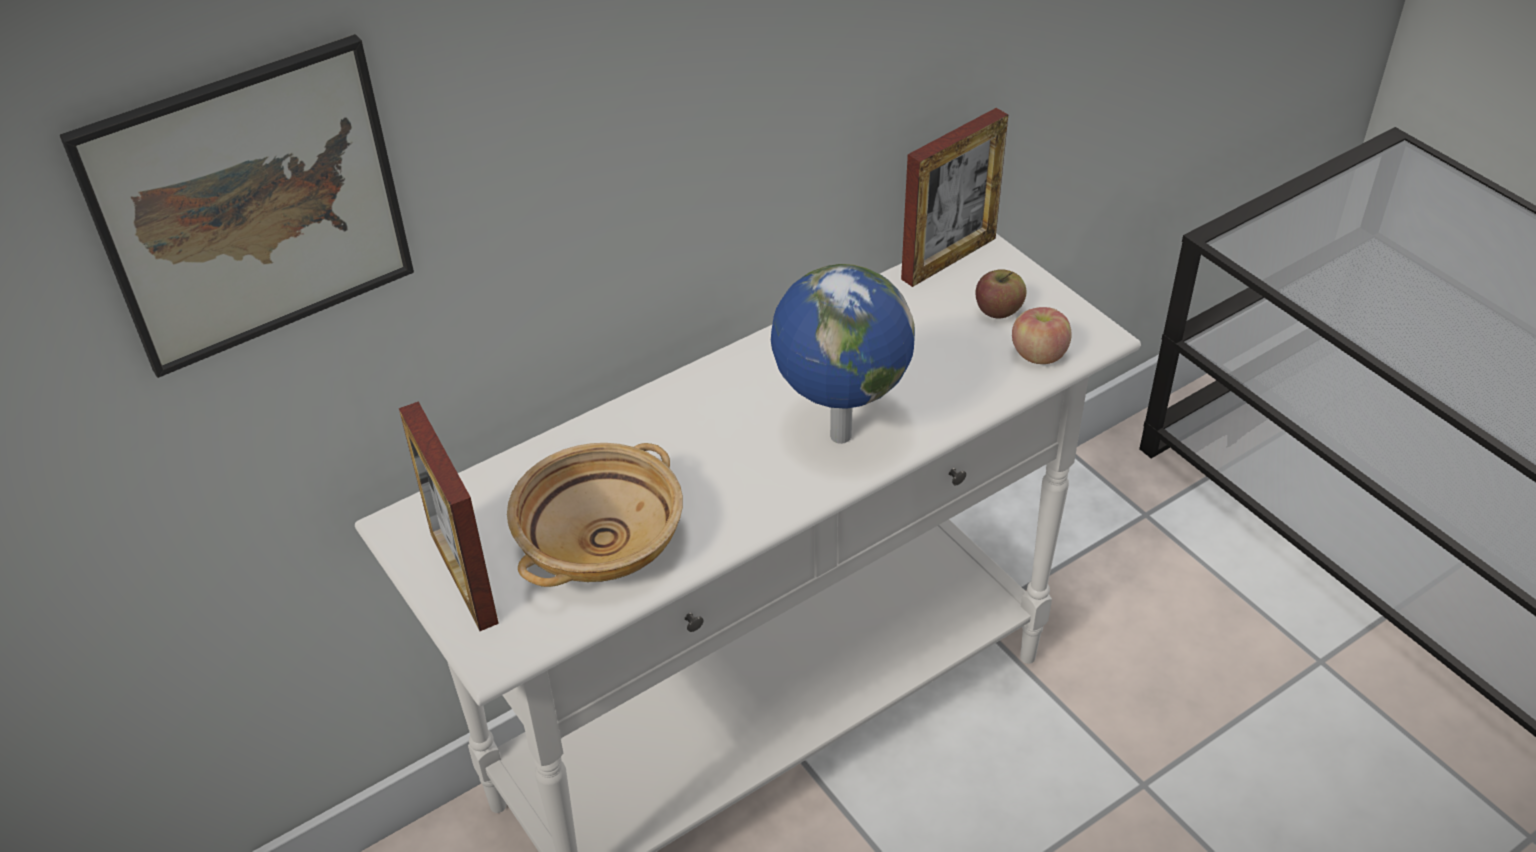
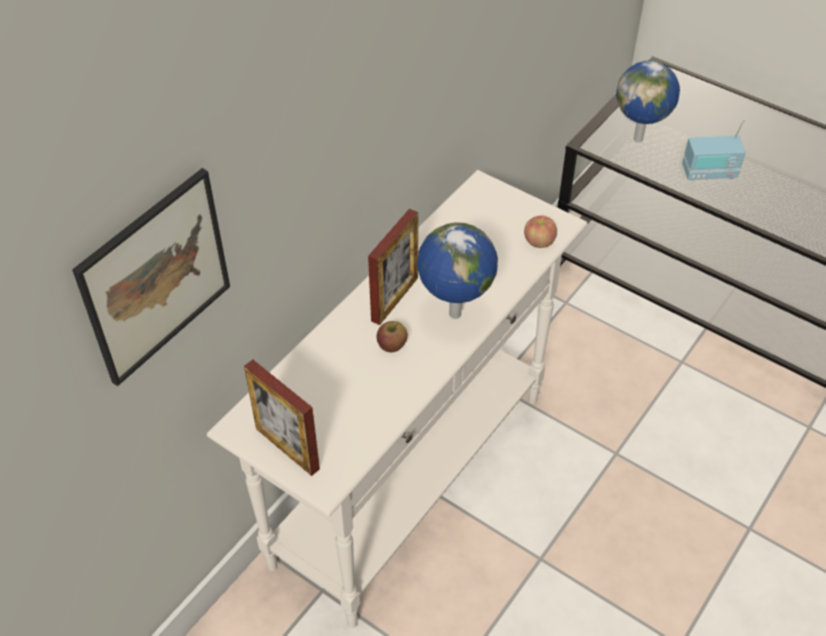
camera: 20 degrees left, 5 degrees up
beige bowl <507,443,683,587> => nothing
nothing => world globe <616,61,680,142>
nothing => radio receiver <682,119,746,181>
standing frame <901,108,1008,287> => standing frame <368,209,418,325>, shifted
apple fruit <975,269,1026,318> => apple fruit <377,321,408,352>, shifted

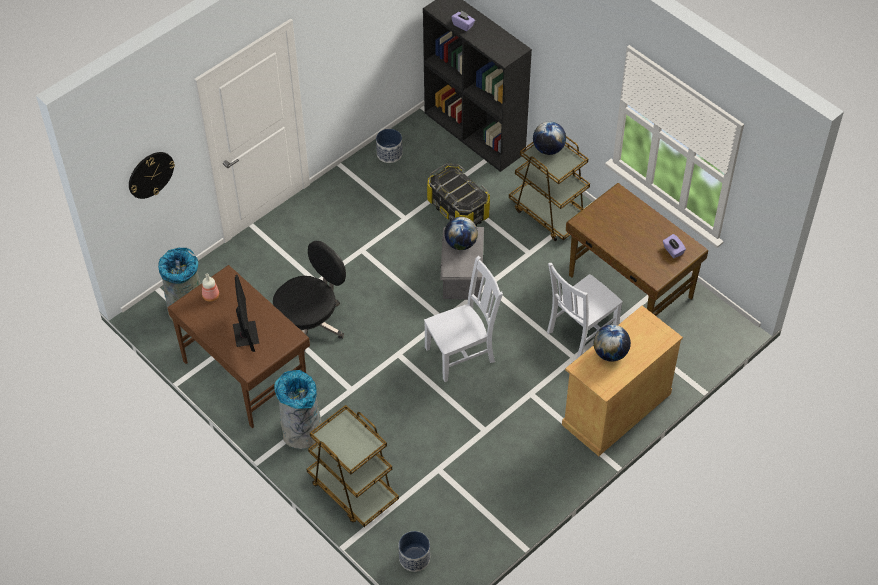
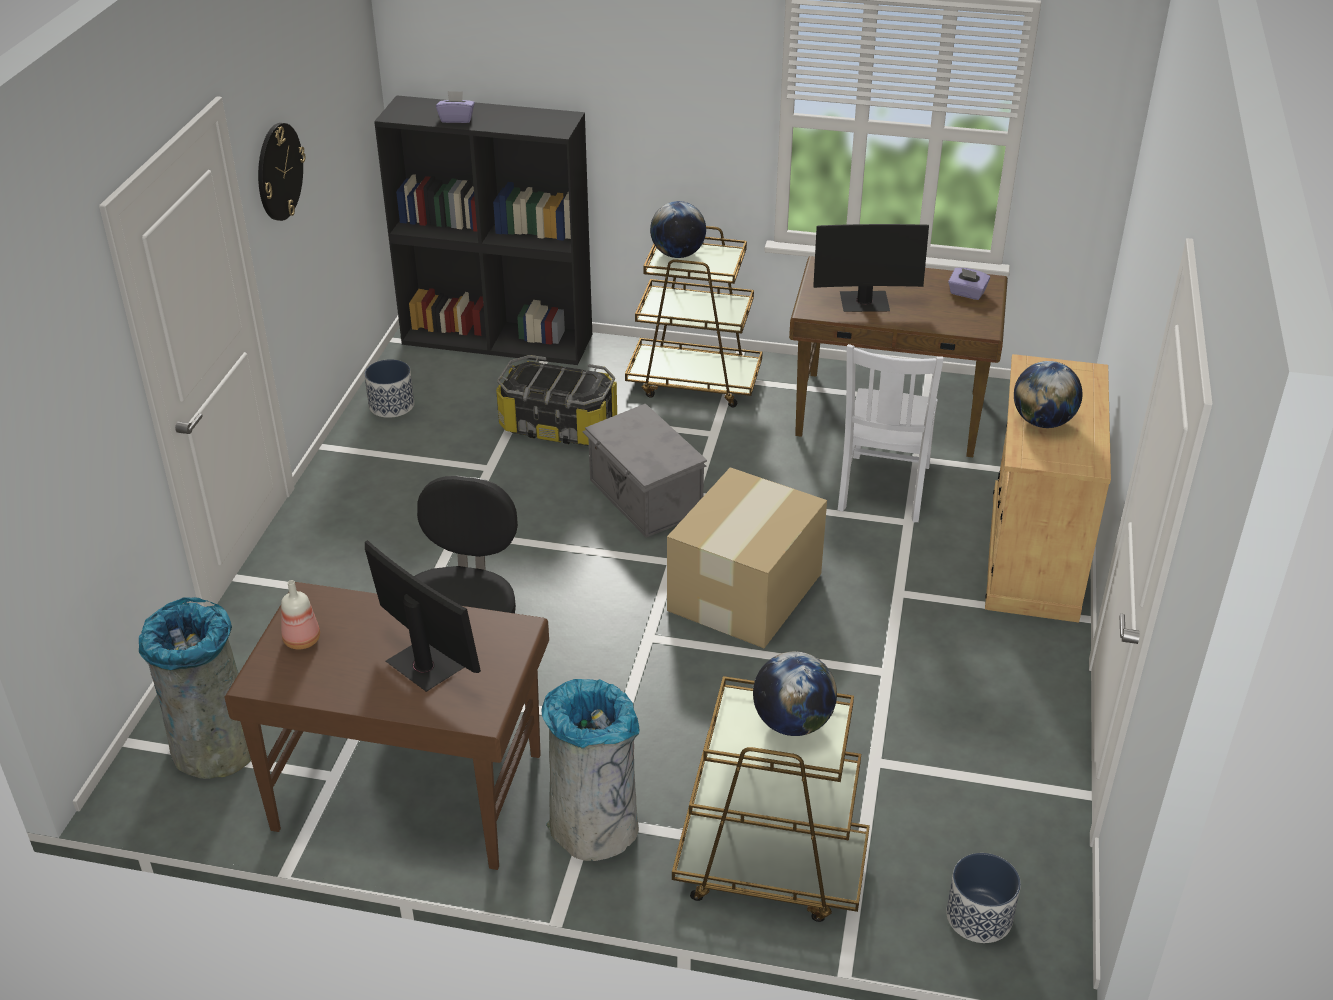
camera: 35 degrees left, 15 degrees down
nothing => computer screen <813,224,929,312>
hanging clock <129,152,175,199> => hanging clock <258,123,305,221>, shifted
world globe <444,217,478,250> => world globe <753,651,837,736>, shifted
whitish plain chair <424,256,503,382> => carton <667,467,827,648>

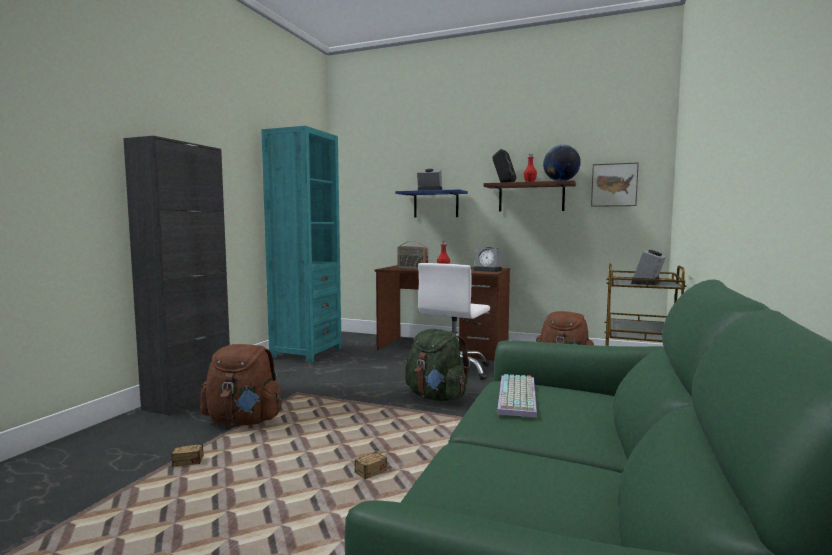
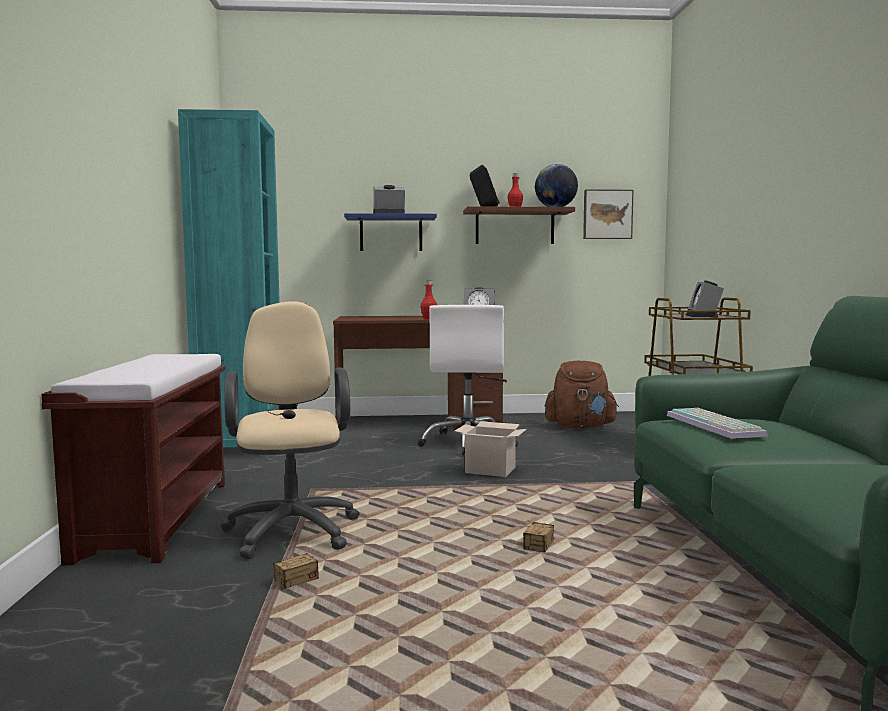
camera: 25 degrees left, 0 degrees up
radio receiver <397,241,428,270> => nothing
black storage cabinet <123,136,230,416> => brownish indoor bench <41,354,226,565>
brownish rucksack <200,344,282,426> => beige office chair <221,301,360,559>
green rucksack <405,329,470,401> => carton <455,421,526,477>

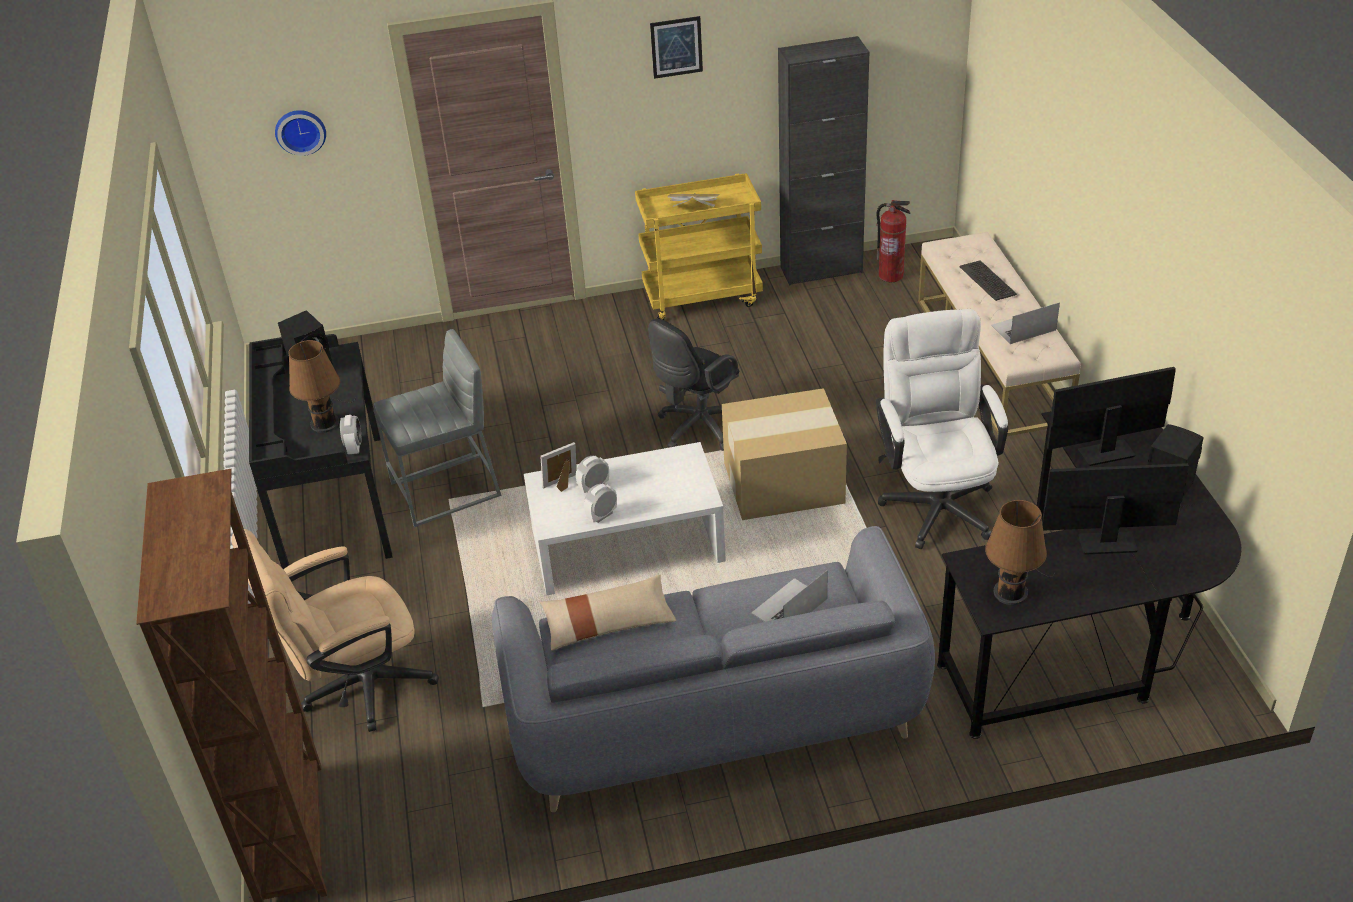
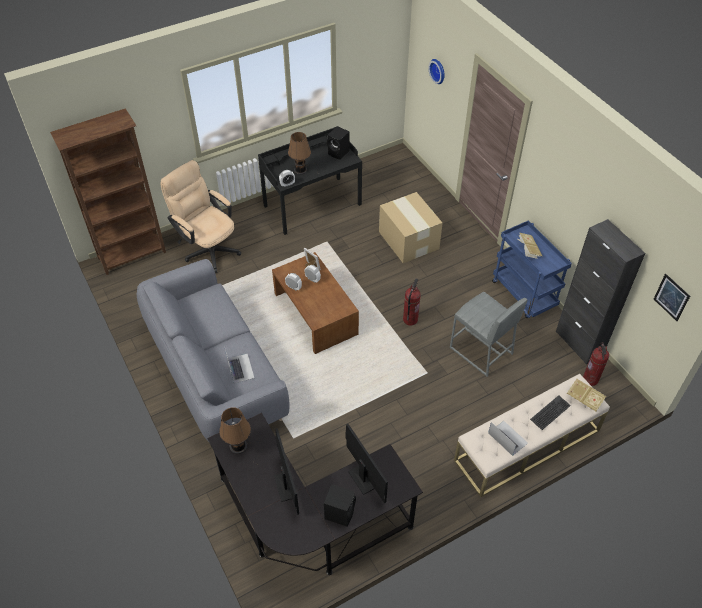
camera: 70 degrees right, 10 degrees up
beige throw pillow <540,575,676,651> => nothing
whitish office chair <876,309,1008,550> => nothing
nothing => volume <567,379,606,411>
grey stool <374,329,502,527> => grey stool <450,292,527,377>, shifted
picture <650,16,703,79> => picture <654,274,690,321>, shifted
carton <722,388,847,520> => carton <379,192,443,263>, shifted
black office chair <648,319,739,451> => fire-fighting cylinder <403,278,421,325>
whitish coffee table <524,442,726,595> => brownish coffee table <272,252,359,354>
yellow trolley <635,173,763,320> => bluish trolley <492,220,572,318>
notebook computer <751,570,828,622> => notebook computer <225,349,254,383>, 45 degrees clockwise

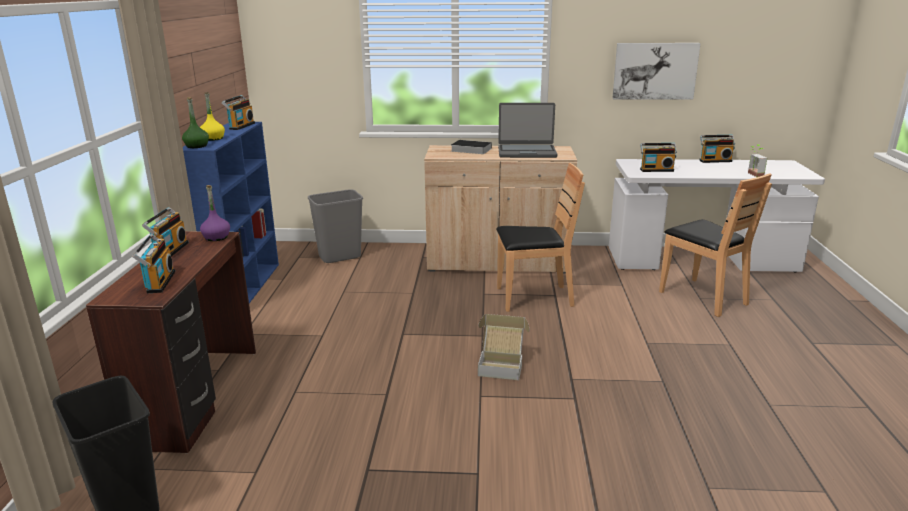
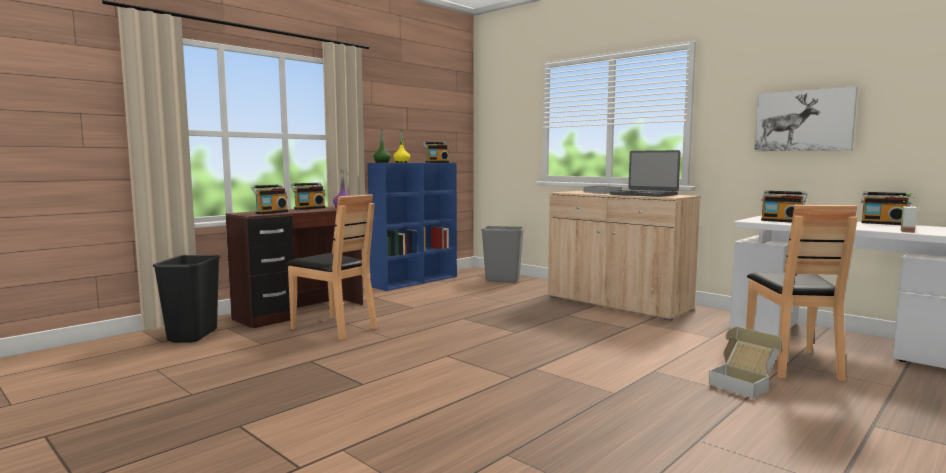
camera: 40 degrees right, 15 degrees down
carton <478,314,530,380> => carton <709,327,782,399>, shifted
brownish plain chair <496,163,585,312> => brownish plain chair <286,194,377,340>, shifted

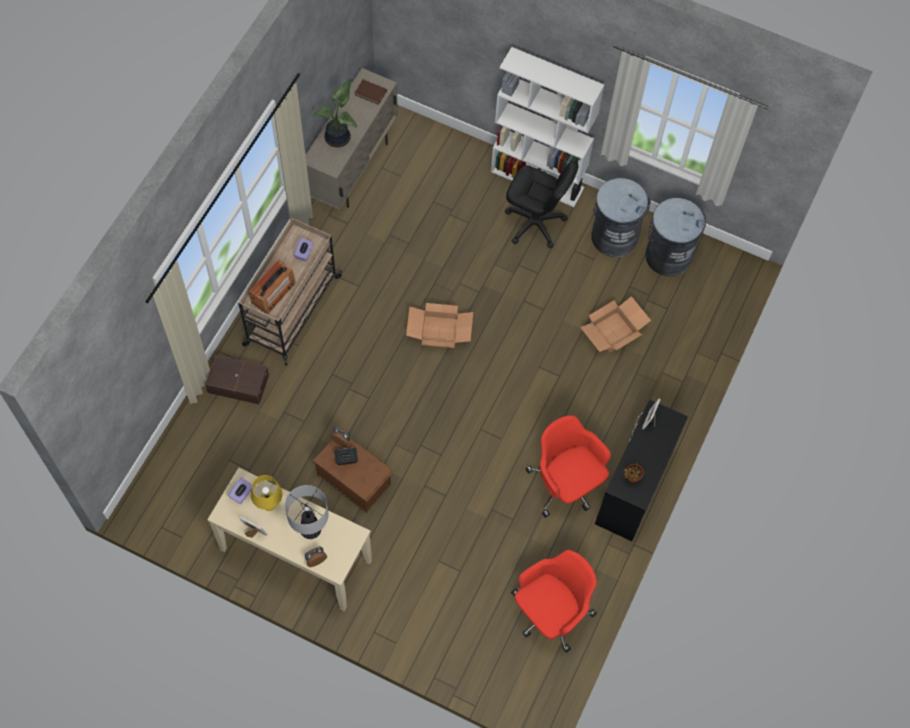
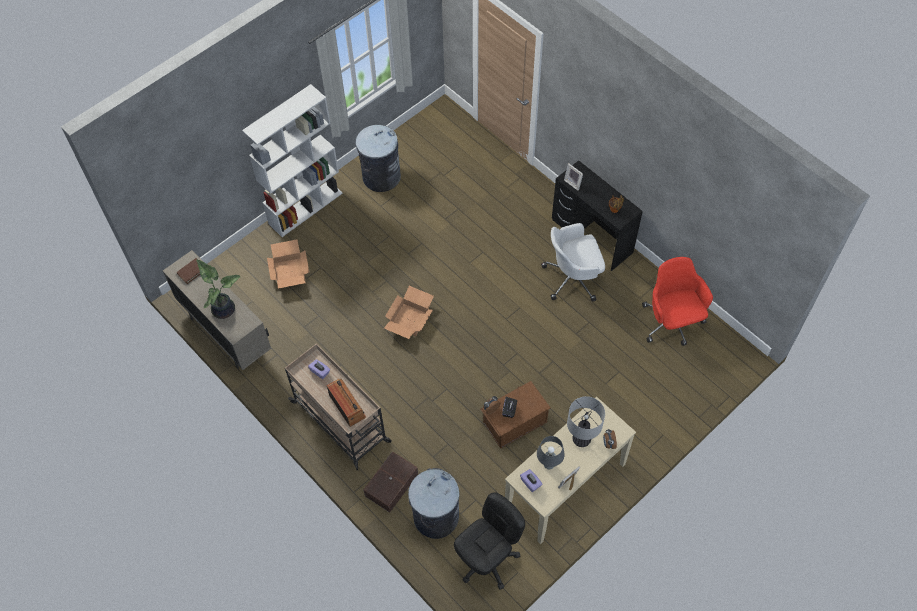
camera: 65 degrees left, 5 degrees down
black office chair <505,161,578,249> => black office chair <454,492,525,590>, shifted
carton <580,296,651,352> => carton <267,240,309,289>, shifted
grey waste bin <646,198,706,276> => grey waste bin <408,468,460,539>, shifted
yellow tabletop lamp <251,475,282,511> => grey tabletop lamp <537,436,565,469>
red office chair <525,415,611,518> => whitish office chair <541,223,605,301>

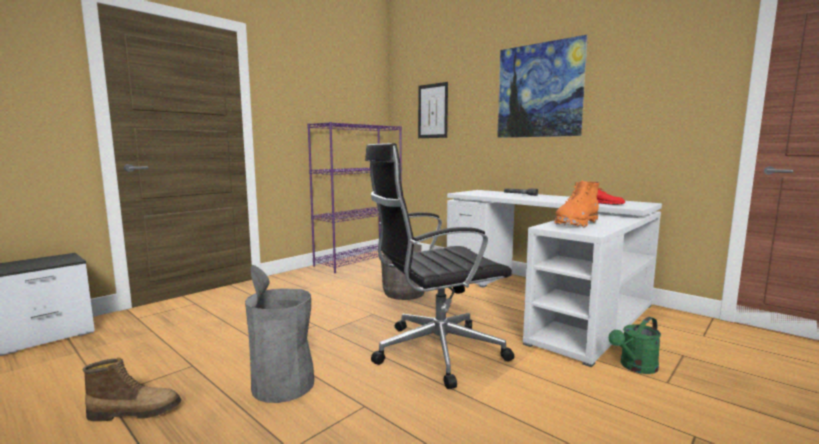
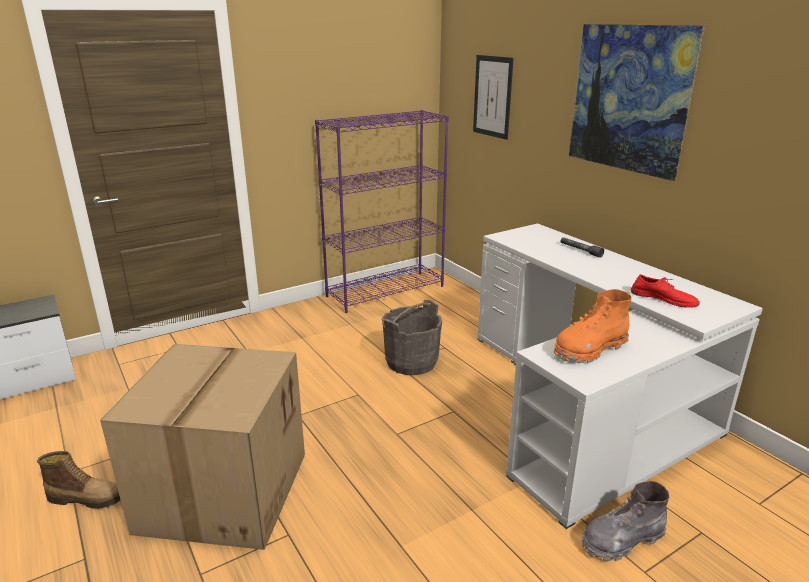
camera: 15 degrees right, 15 degrees up
black office chair <365,143,514,389> => nothing
grey waste bin <245,265,314,403> => carton <100,344,305,550>
green sprinkling can <609,317,661,374> => grey boot <582,481,669,561>

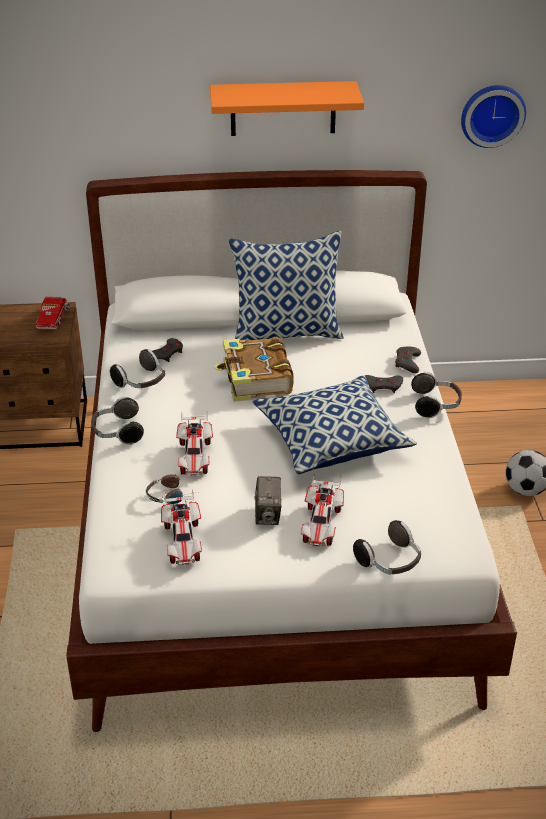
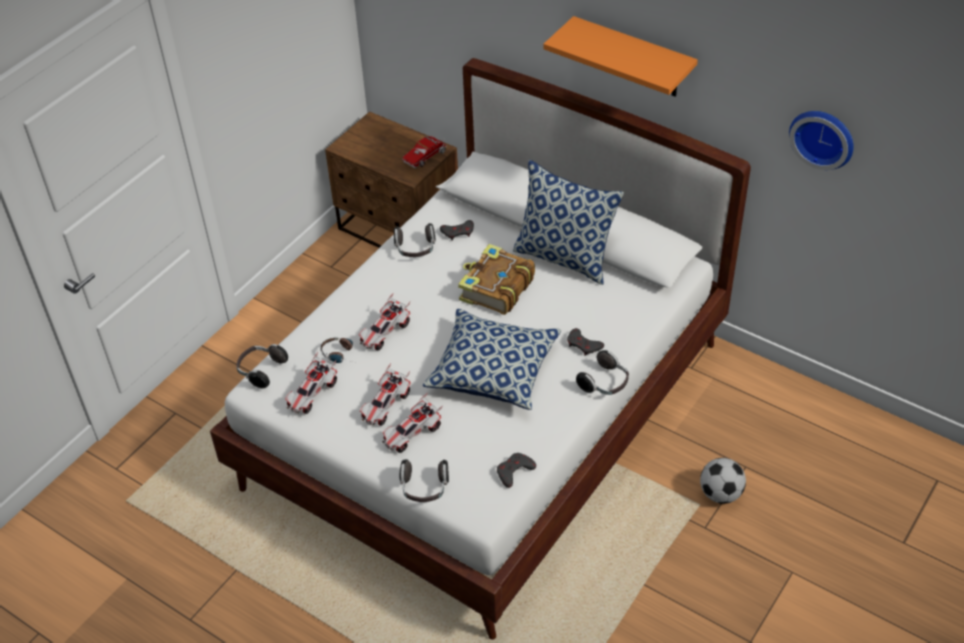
camera: 40 degrees right, 10 degrees up
headphones <91,397,144,445> => headphones <236,344,288,388>, shifted
grey joypad <395,347,421,373> => grey joypad <497,453,536,488>, shifted
photo camera <254,476,282,525> => toy car <360,363,411,426>

